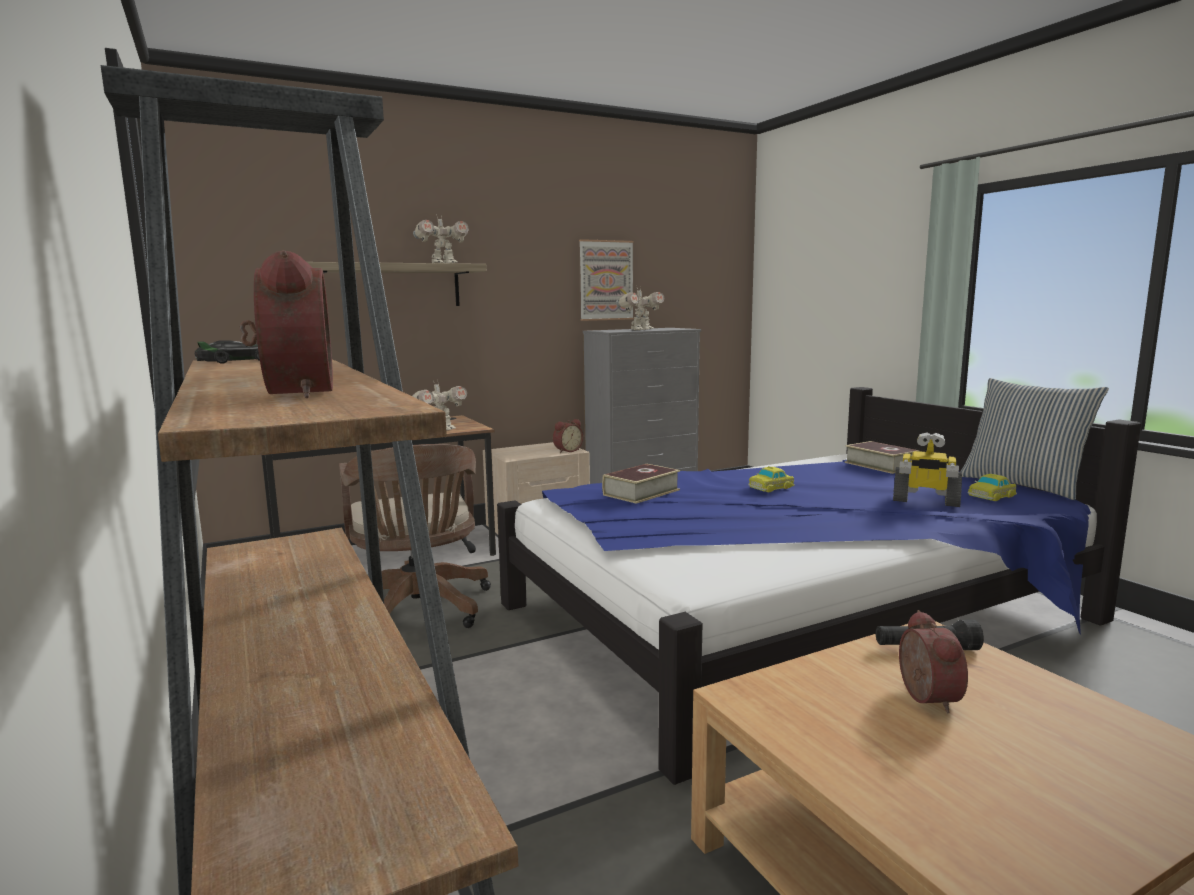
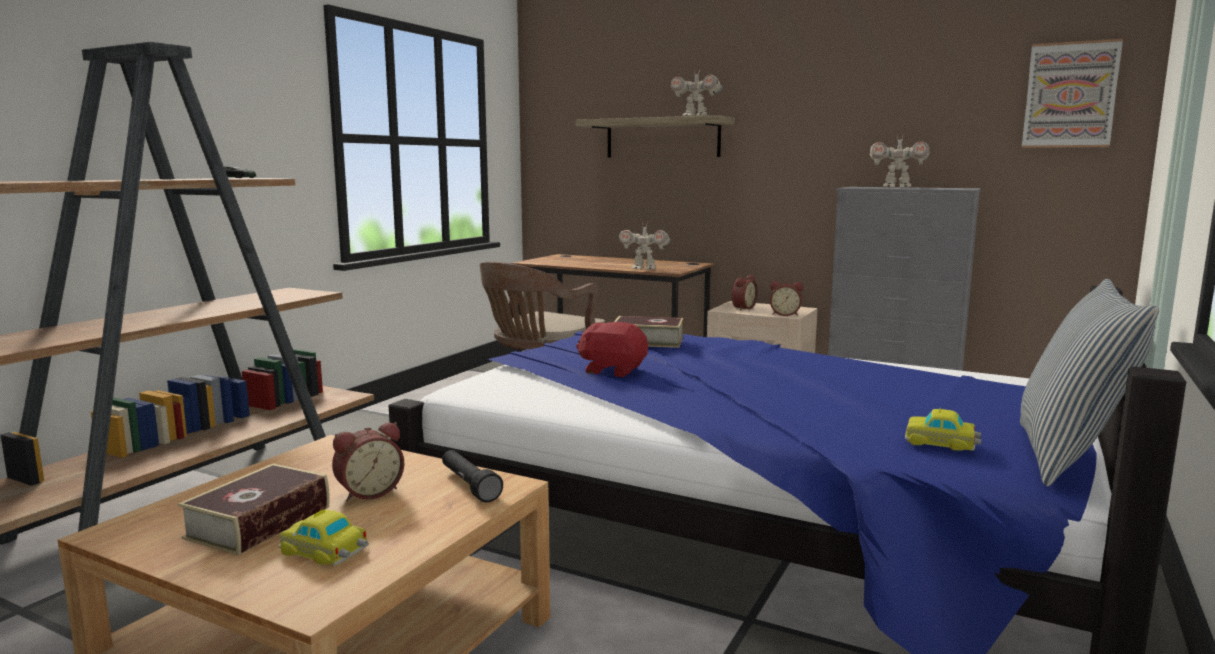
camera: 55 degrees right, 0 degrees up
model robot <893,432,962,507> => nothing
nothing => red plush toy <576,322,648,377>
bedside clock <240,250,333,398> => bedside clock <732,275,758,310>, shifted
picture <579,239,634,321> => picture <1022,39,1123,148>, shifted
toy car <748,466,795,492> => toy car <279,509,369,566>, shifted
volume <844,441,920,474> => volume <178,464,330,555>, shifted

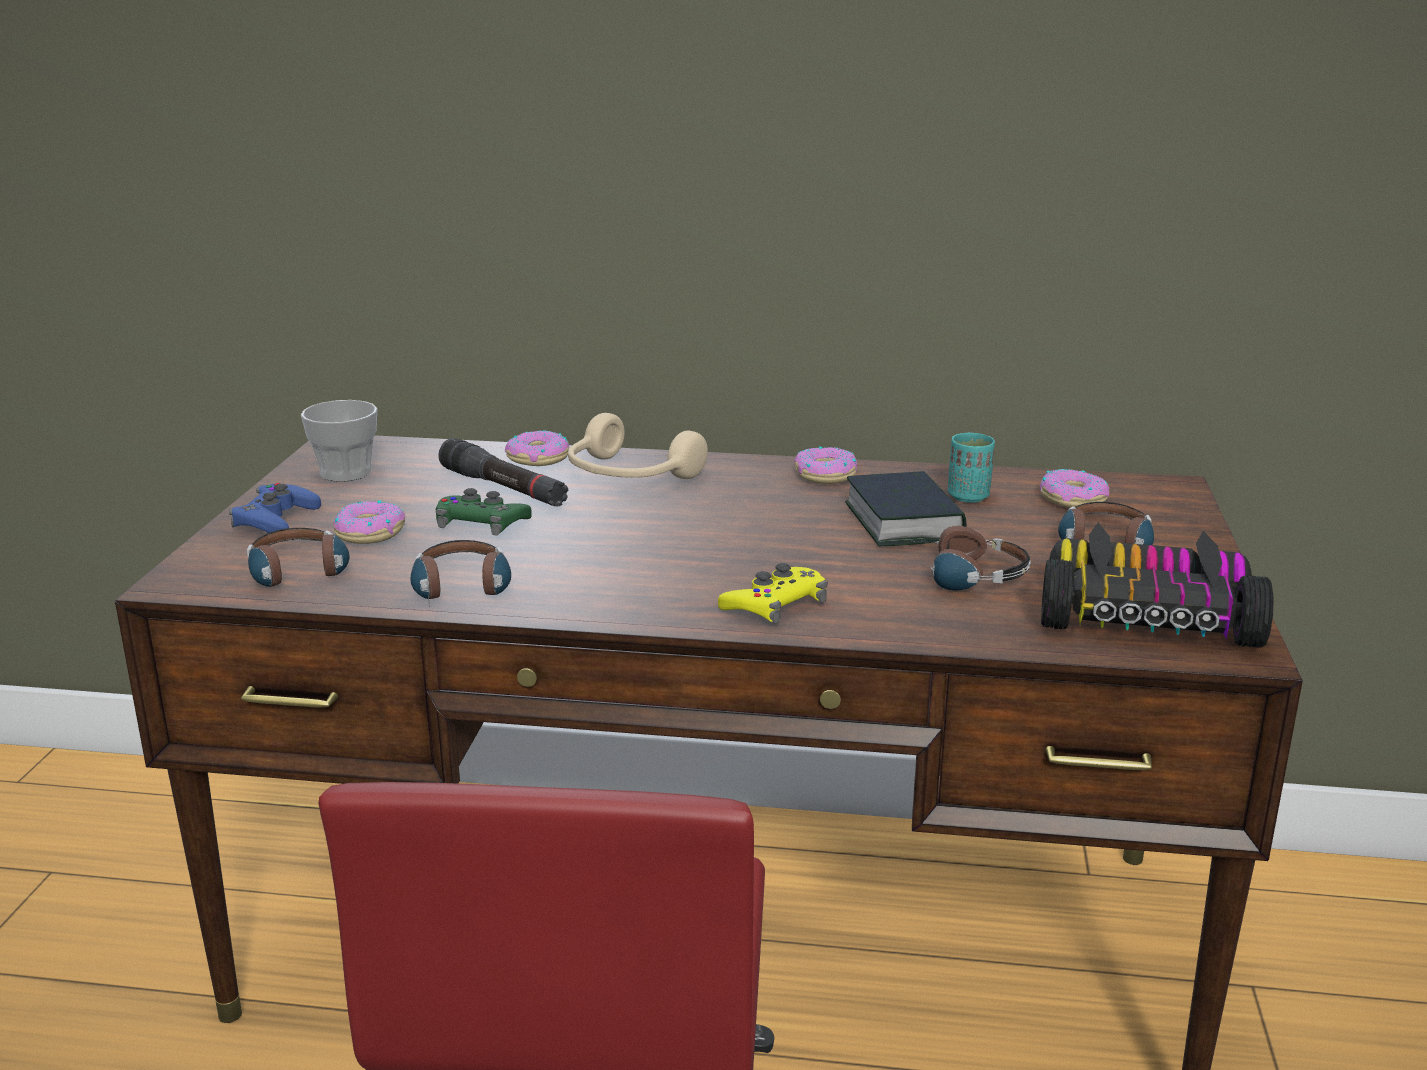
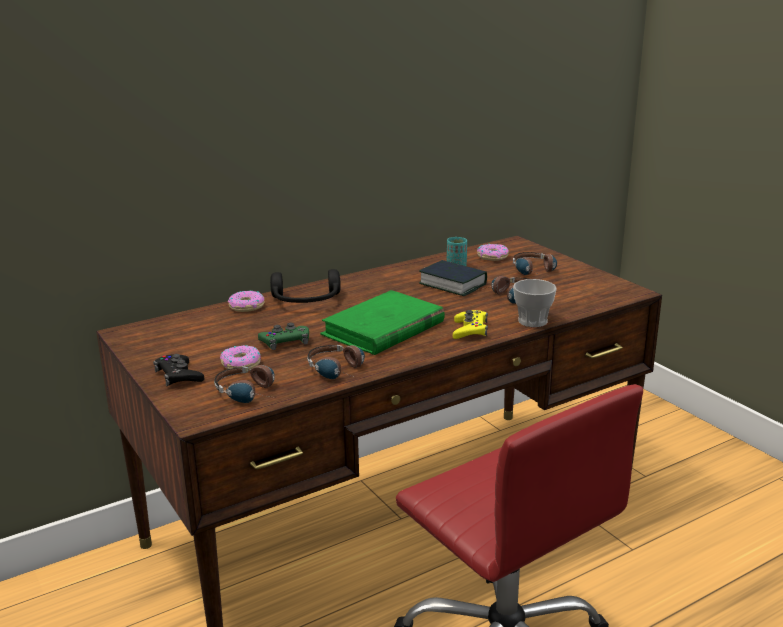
camera: 40 degrees left, 0 degrees up
black torch <438,438,568,507> => nothing
donut <794,446,857,484> => nothing
toy car <1041,523,1273,648> => nothing
nothing => green volume <320,290,445,355>
small cup <301,400,377,482> => small cup <513,279,557,327>, shifted
bluish joypad <229,483,321,533> => black joypad <153,354,204,386>
beige headphones <568,413,708,479> => black headphones <270,269,341,303>

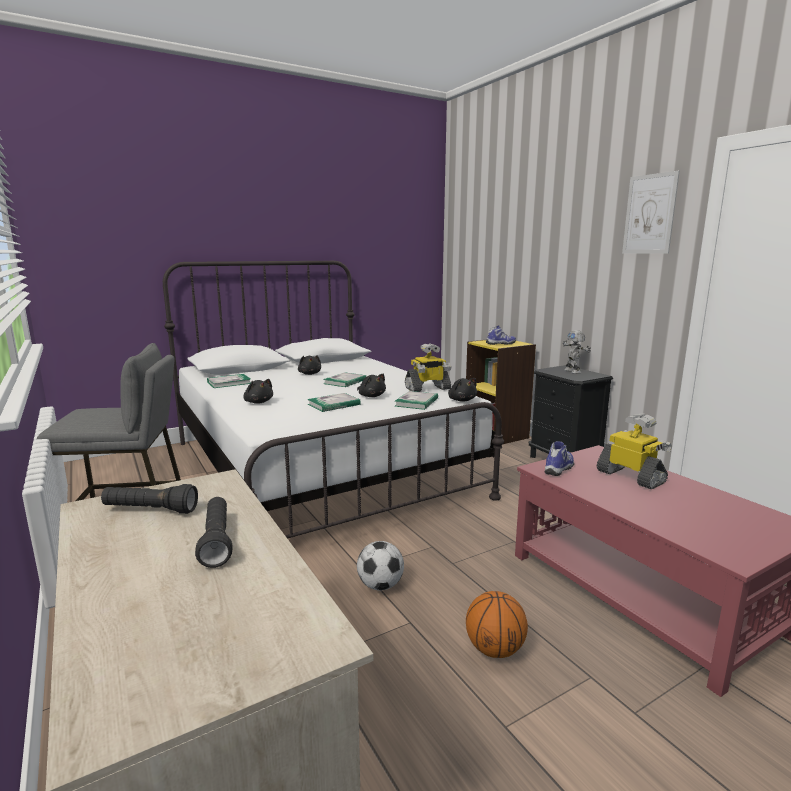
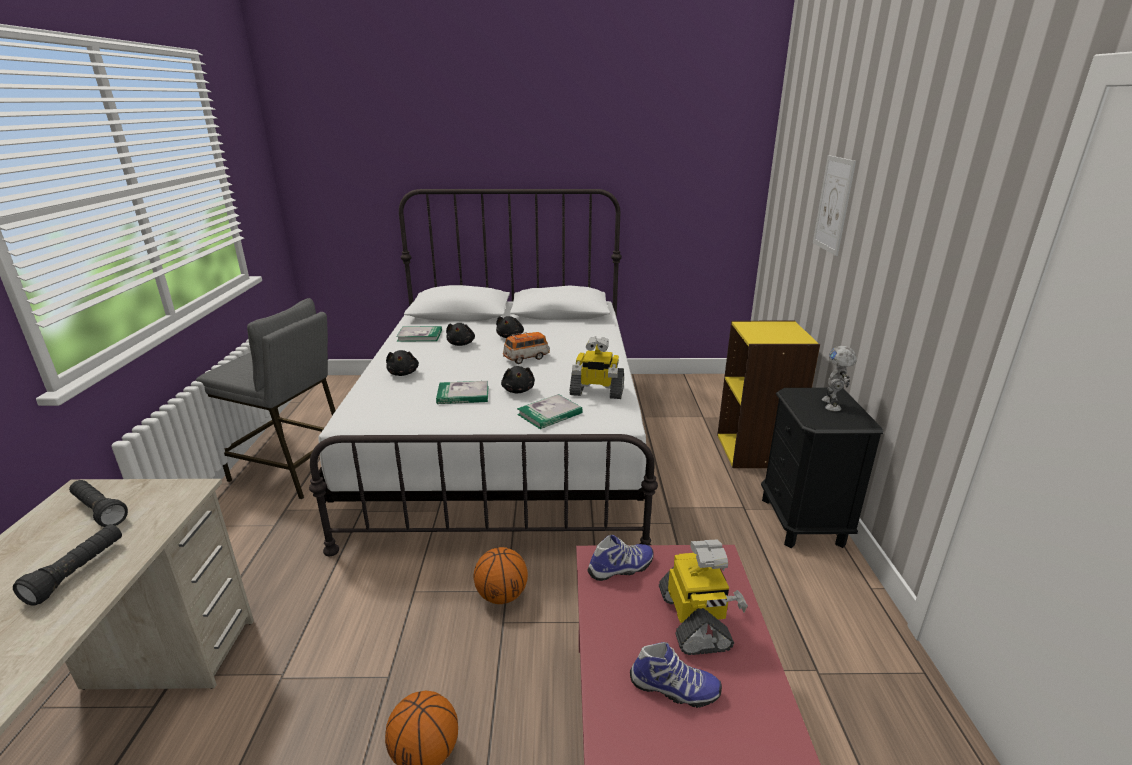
camera: 30 degrees right, 10 degrees up
ball for football <357,541,404,590> => nothing
nothing => basketball ball <474,547,528,604>
black plush toy <448,378,477,402> => black plush toy <446,323,475,346>, shifted
low shoe <486,326,516,345> => low shoe <630,642,722,708>, shifted
picture <622,171,680,254> => picture <813,155,856,256>, shifted
volume <323,372,366,387> => toy car <503,332,550,364>

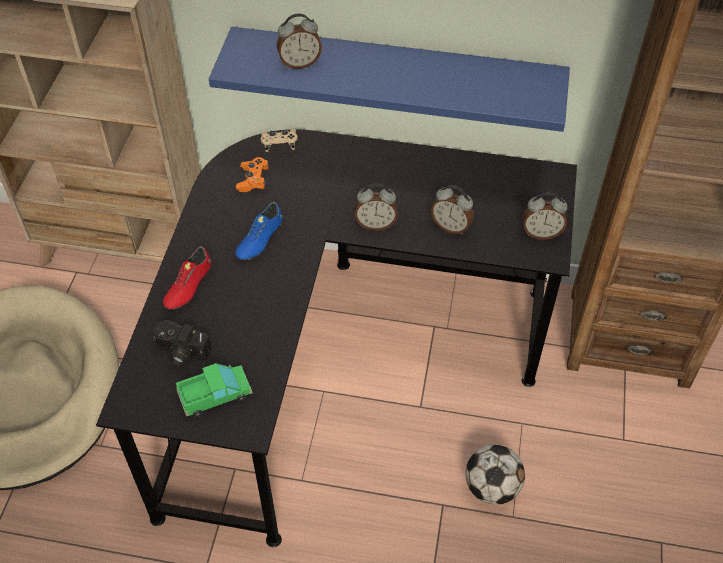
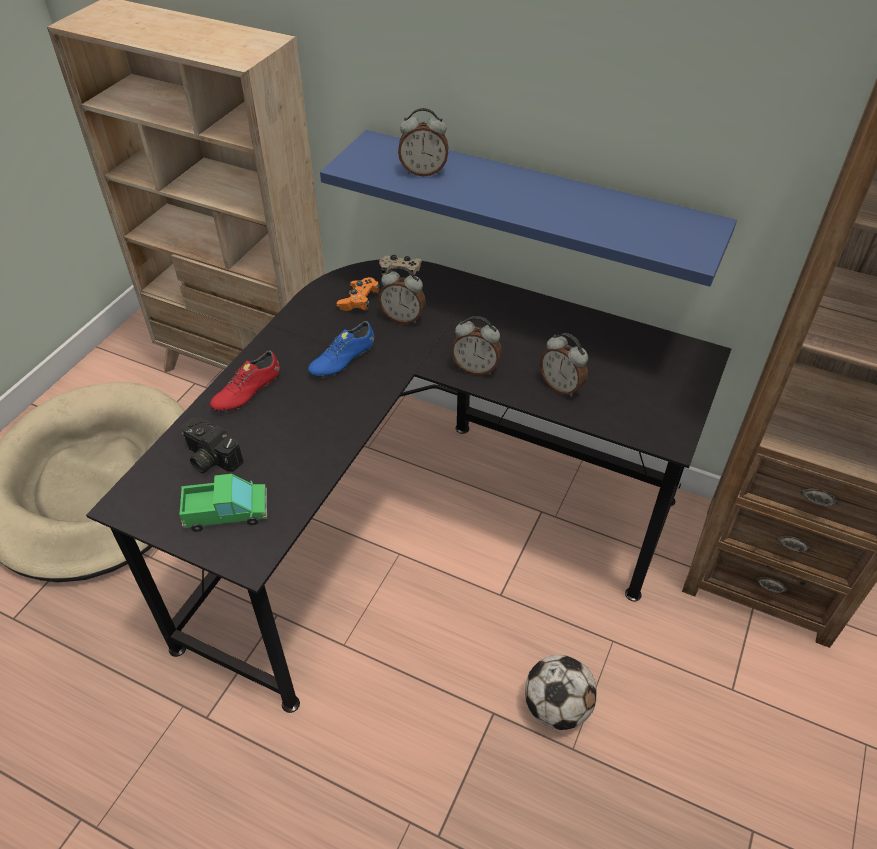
camera: 15 degrees right, 5 degrees down
bedside clock <523,192,567,240> => bedside clock <378,266,426,324>, shifted

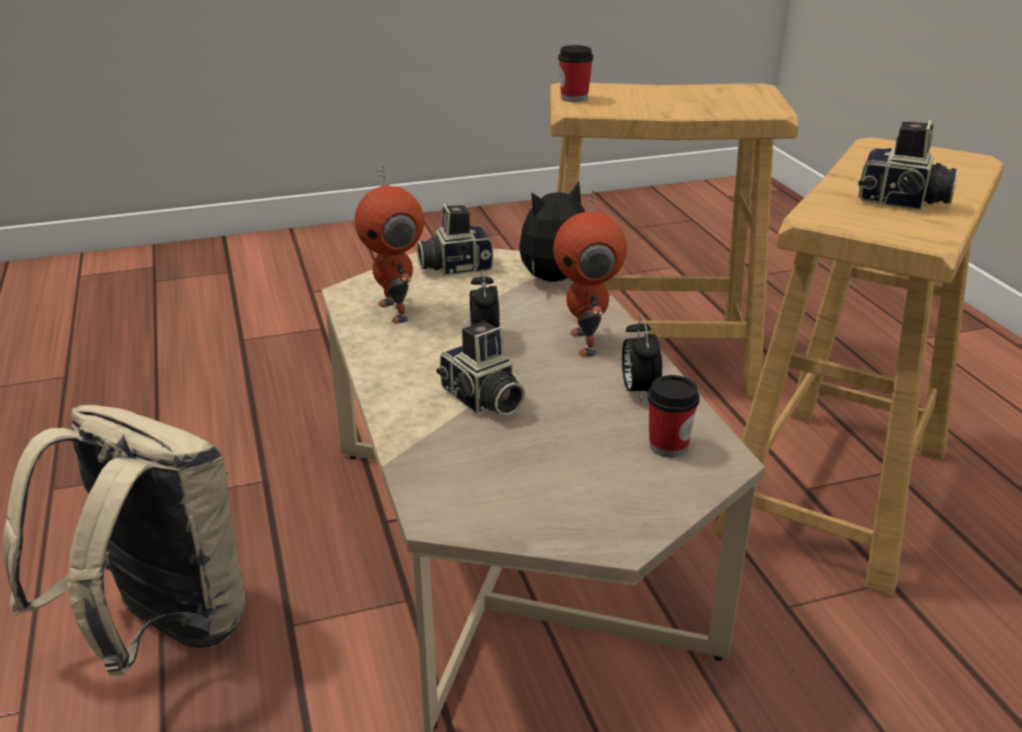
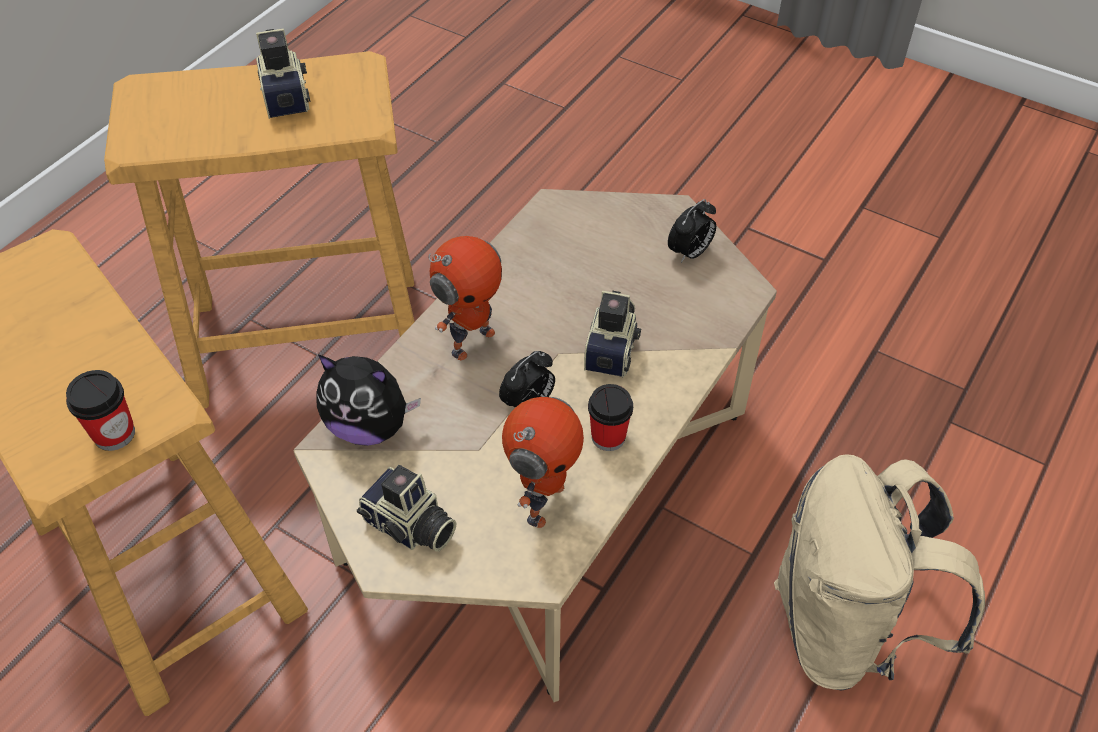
camera: 130 degrees left, 20 degrees up
bedside clock <622,316,662,403> => bedside clock <668,199,716,263>, shifted
small cup <648,375,700,457> => small cup <588,384,633,451>, shifted

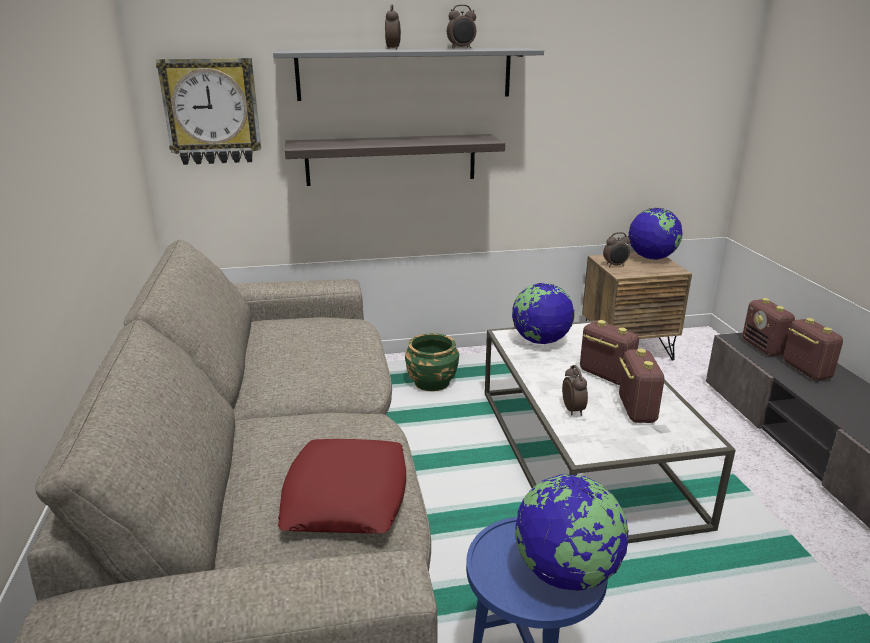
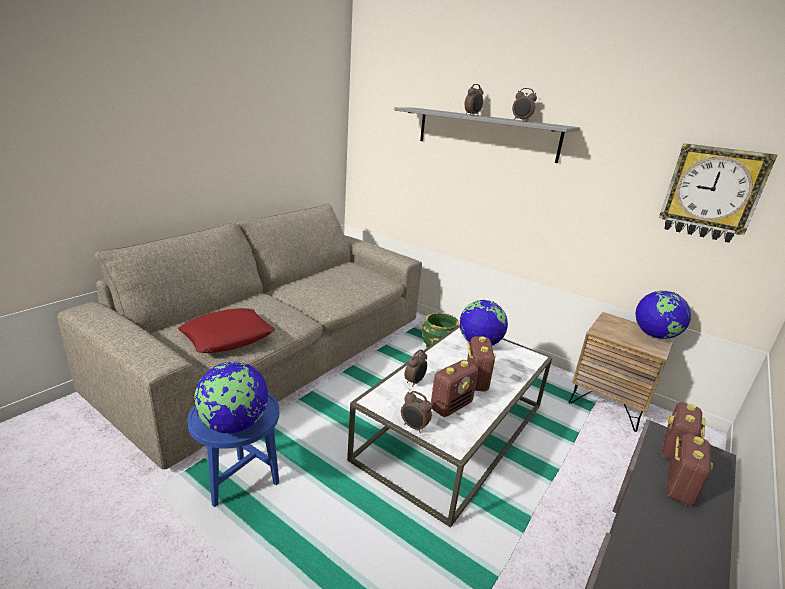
camera: 45 degrees right, 0 degrees up
wall shelf <285,134,505,186> => nothing
hanging clock <156,58,261,165> => hanging clock <659,143,777,243>, shifted
bedside clock <603,232,630,267> => bedside clock <401,391,432,433>, shifted

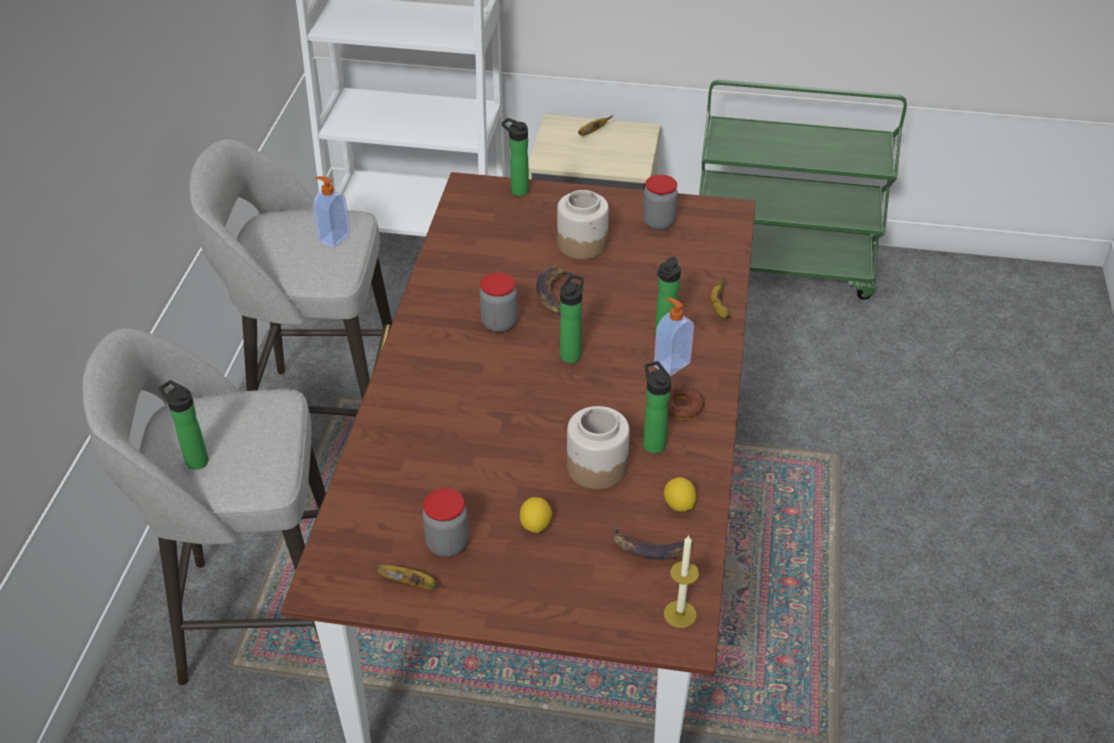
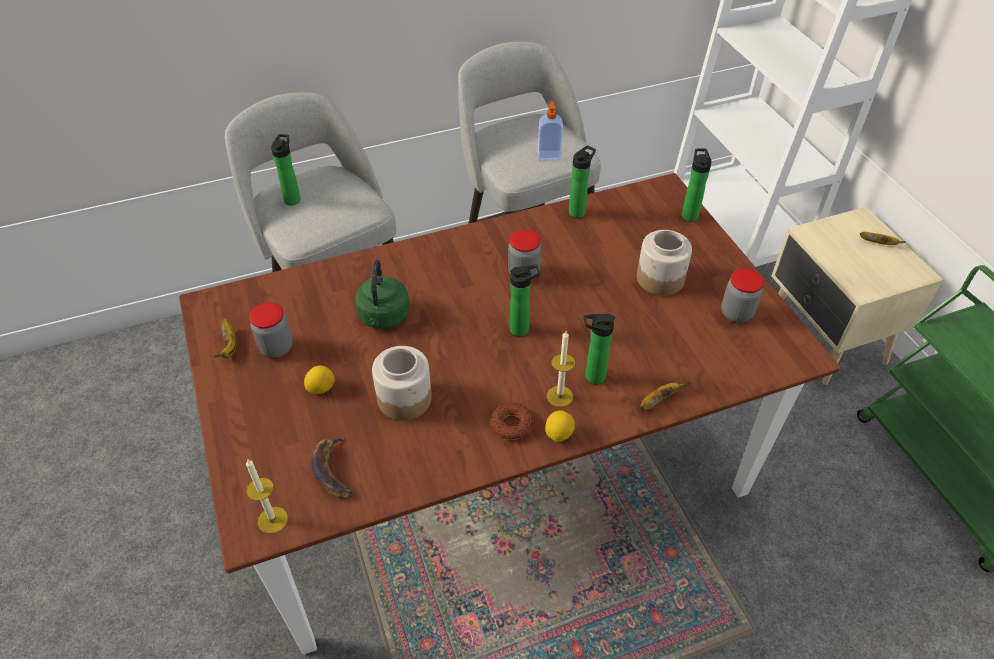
camera: 60 degrees right, 5 degrees up
banana fruit <536,266,576,314> => nothing
nothing => green kettle <355,259,410,329>
beverage bottle <643,361,671,453> => beverage bottle <569,145,596,218>, shifted
citrus fruit <664,477,696,512> => citrus fruit <545,410,575,442>, shifted
soap bottle <654,298,694,376> => wax candle <547,331,575,407>

